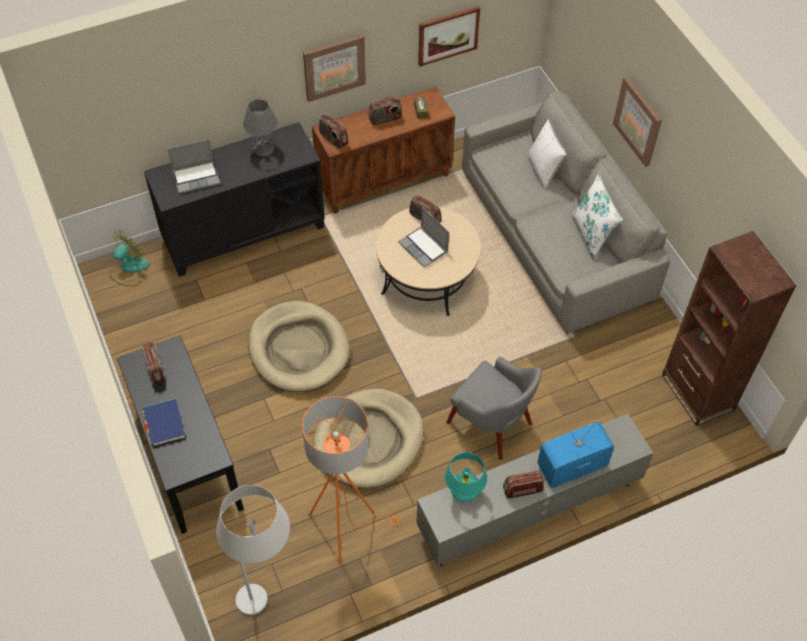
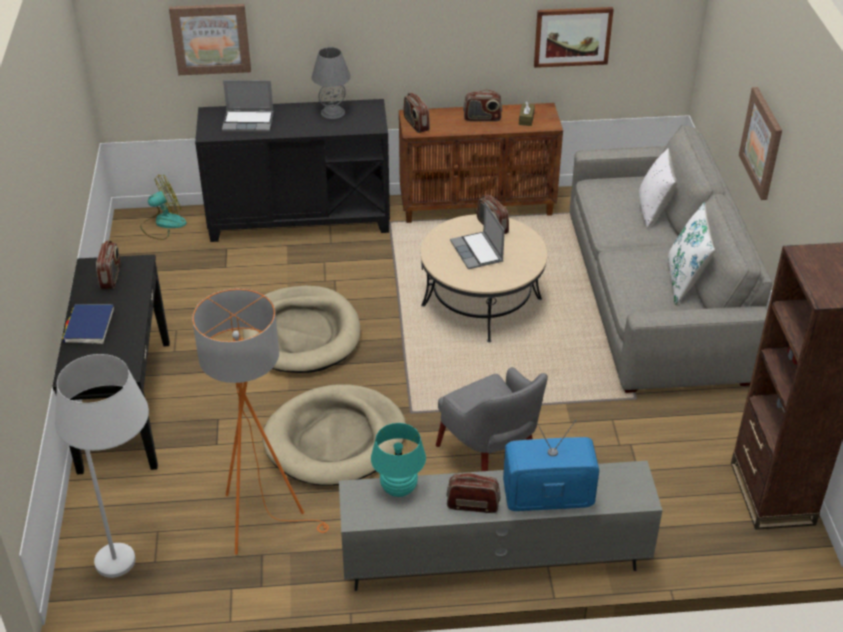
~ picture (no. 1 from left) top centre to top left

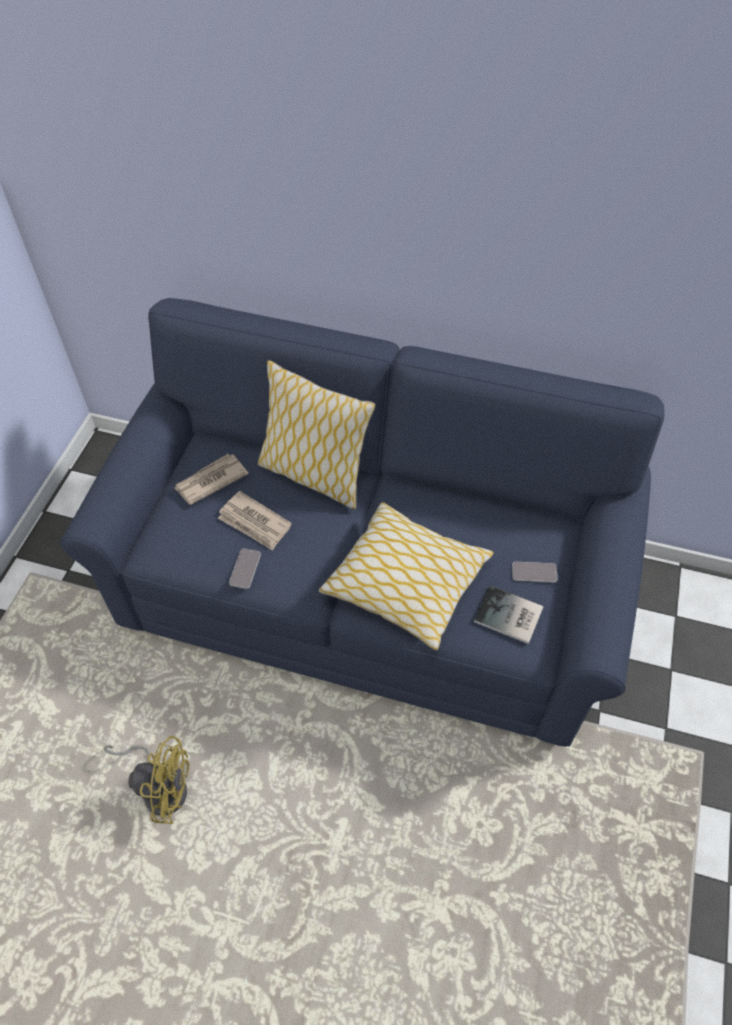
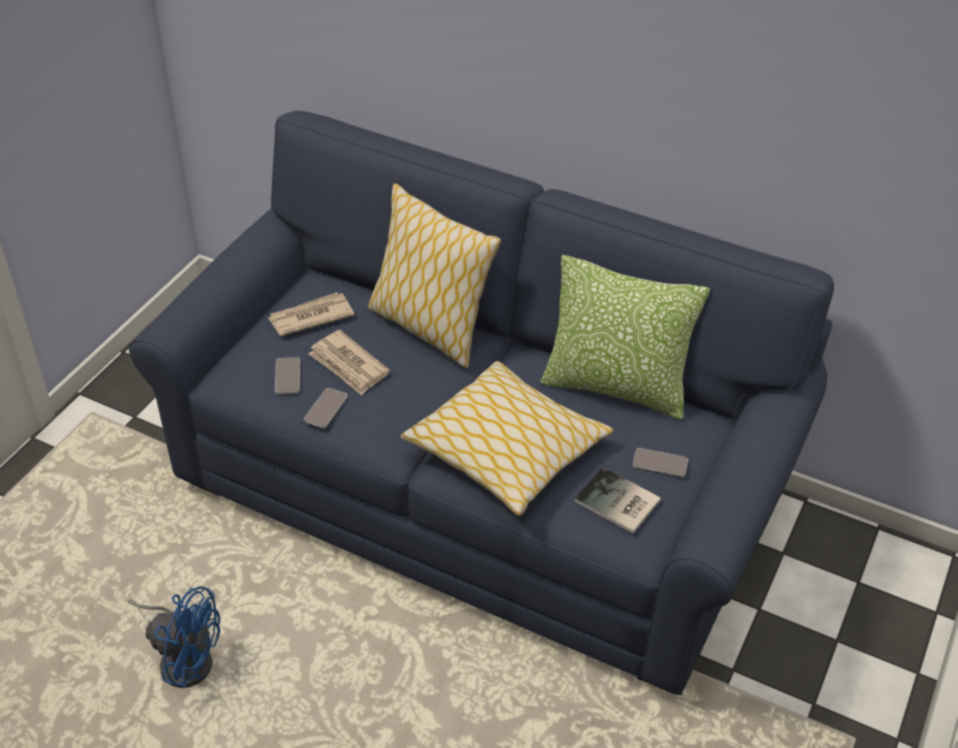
~ yellow fan bottom left to blue fan bottom left
+ phone (no. 1 from left) middle left
+ pillow (no. 3 from left) centre

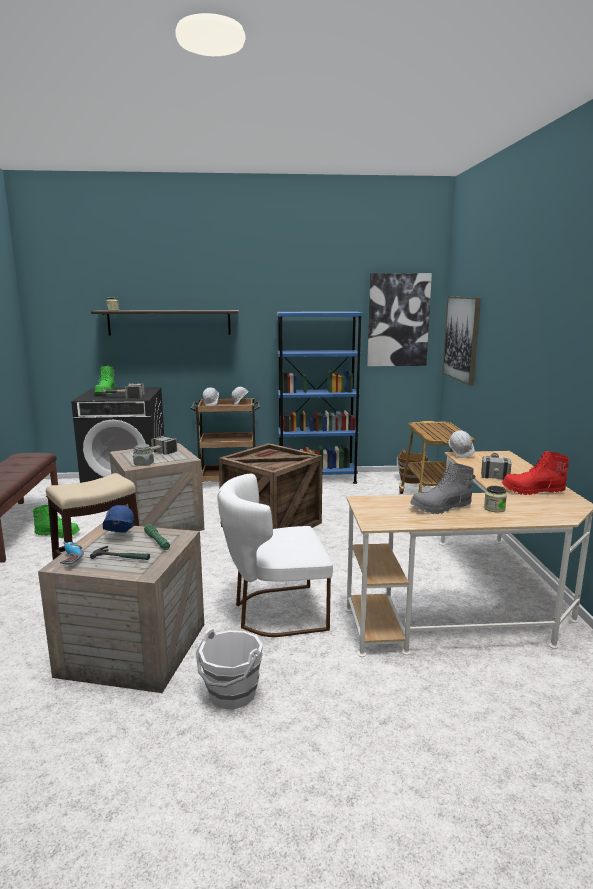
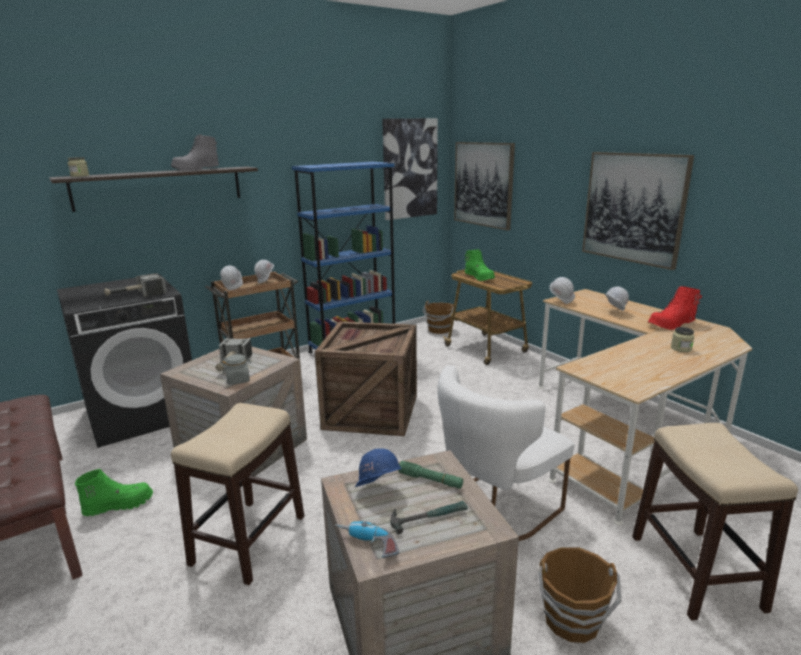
~ green boot (no. 2 from left) middle left to centre
~ white bucket bottom centre to brown bucket (no. 2 from left) bottom right
~ grey boot middle right to top left
~ hammer (no. 4 from left) middle right to white hard hat (no. 4 from left) middle right
+ picture (no. 3 from left) top right
+ stool (no. 2 from left) bottom right

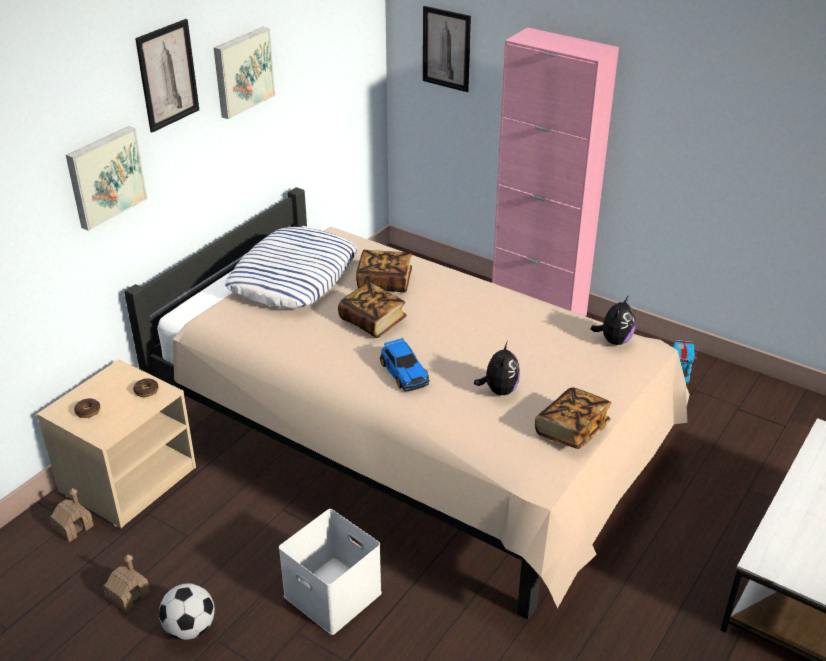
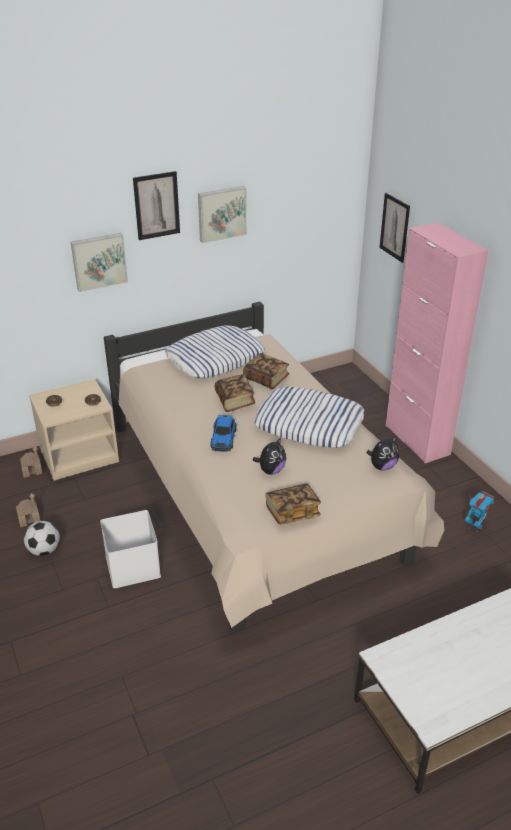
+ pillow (no. 2 from left) centre

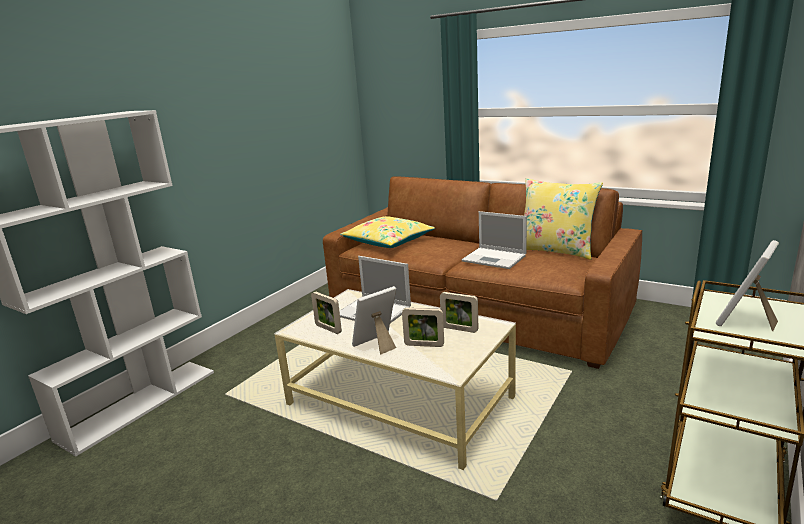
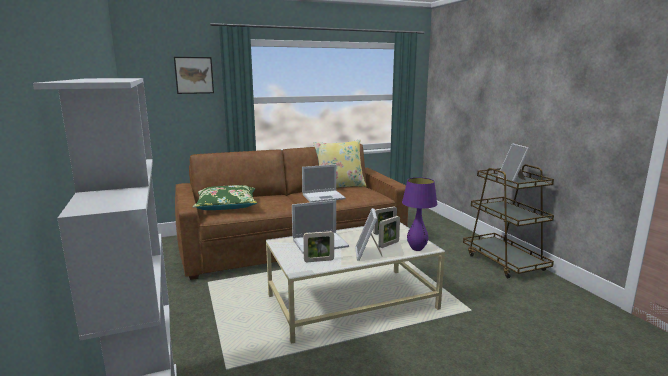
~ yellow pillow (no. 1 from left) centre to green pillow centre
+ picture top left
+ purple table lamp centre

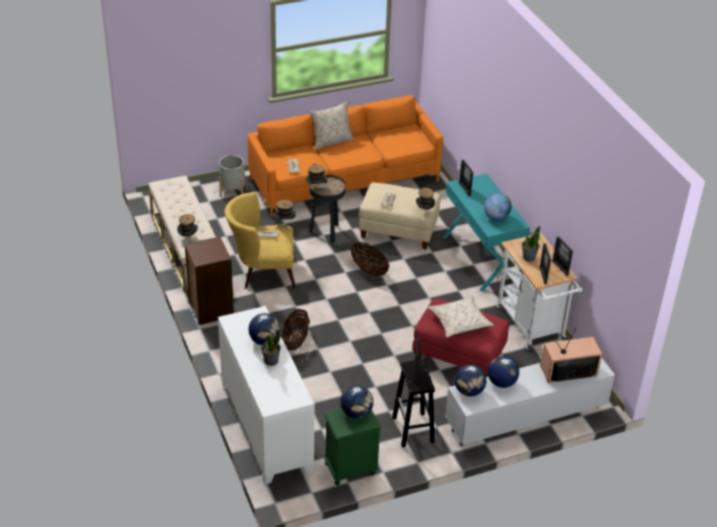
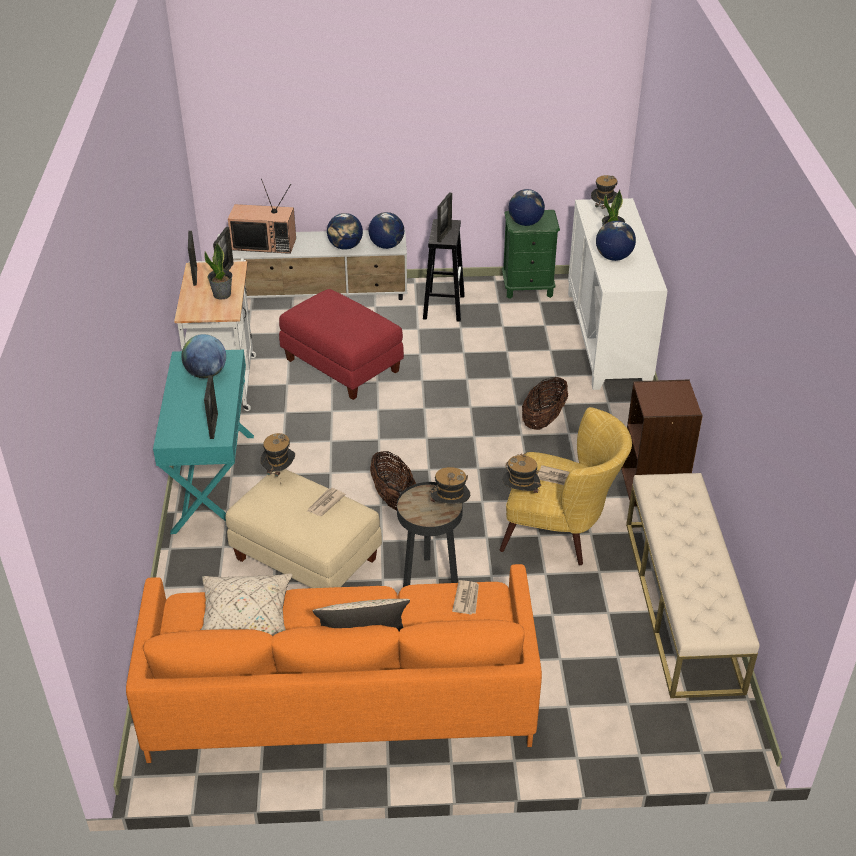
~ hat (no. 1 from left in the first image) middle left to hat (no. 4 from left) top right
- grey planter middle left
~ beige pillow (no. 2 from left in the first image) centre to beige pillow (no. 1 from left) bottom left

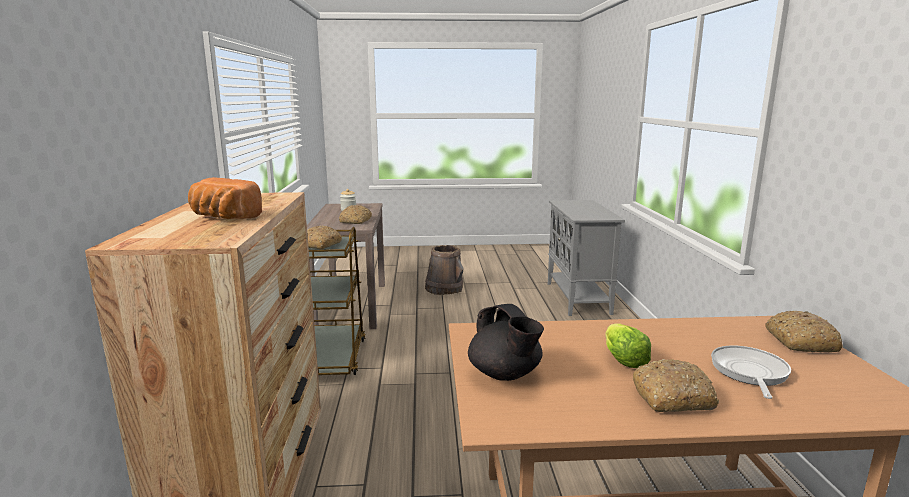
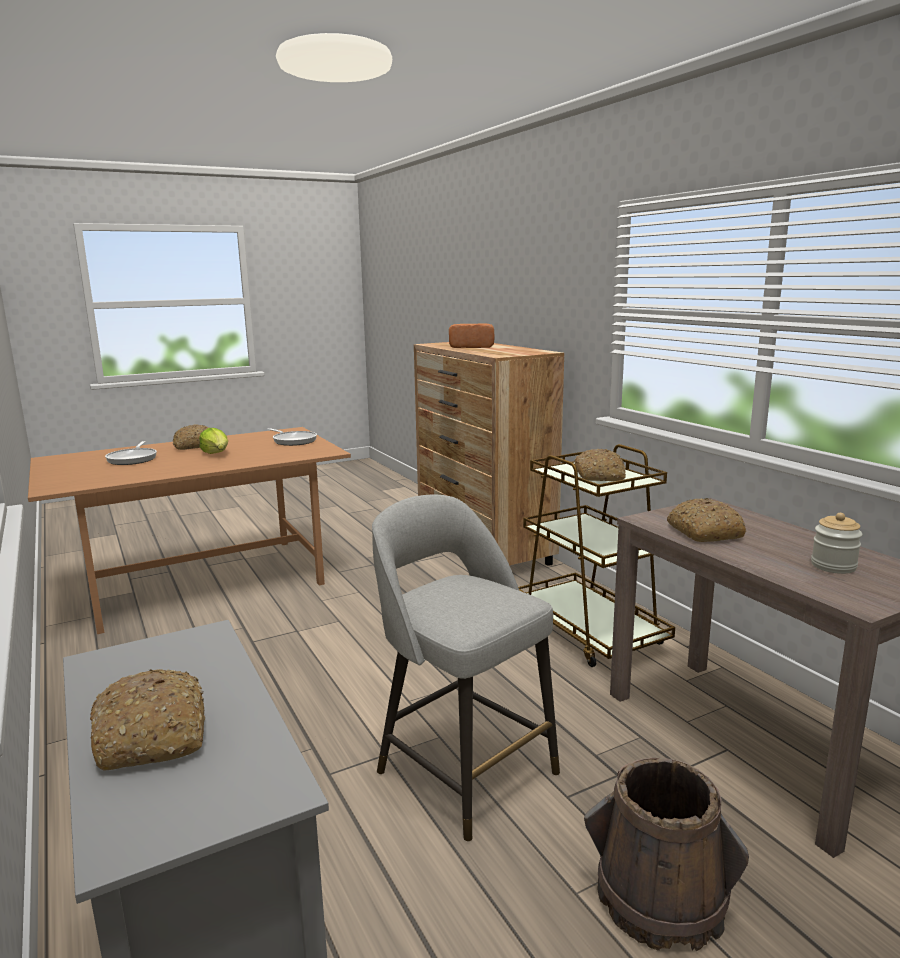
~ black teapot bottom centre to frying pan (no. 2 from left) middle left
~ bread (no. 5 from left in the first image) middle right to bread (no. 1 from left) bottom left
+ grey stool bottom centre

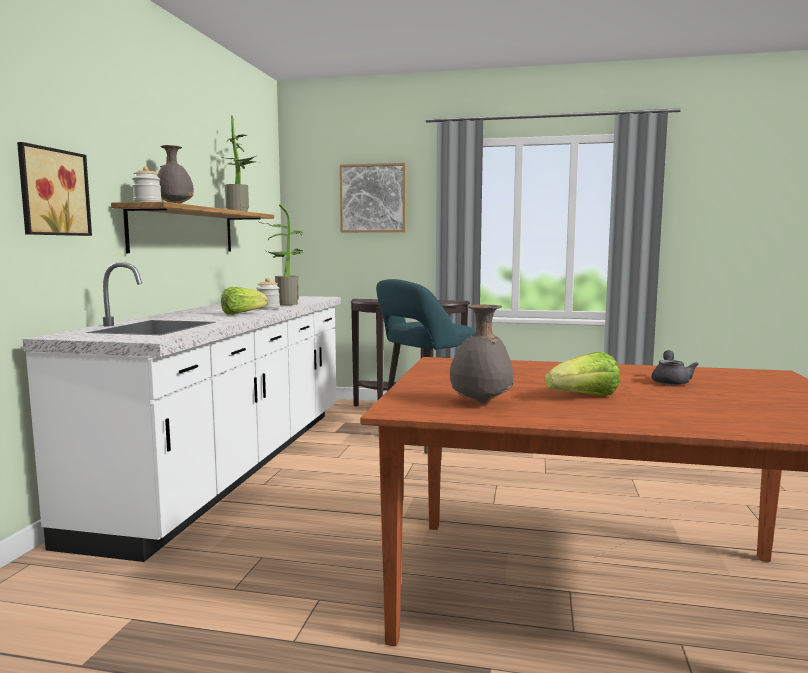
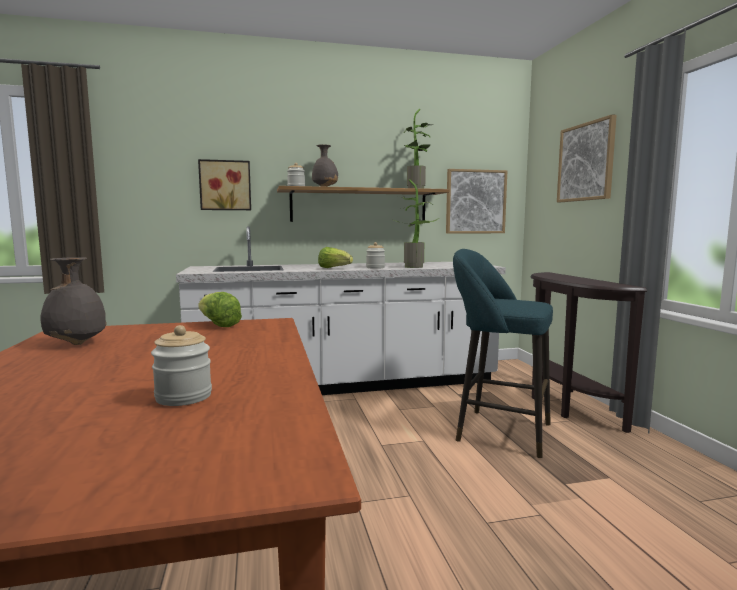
~ lettuce (no. 2 from left in the first image) middle right to lettuce (no. 1 from left) middle left
~ grey teapot middle right to jar (no. 1 from left) middle left
+ picture (no. 2 from left) centre

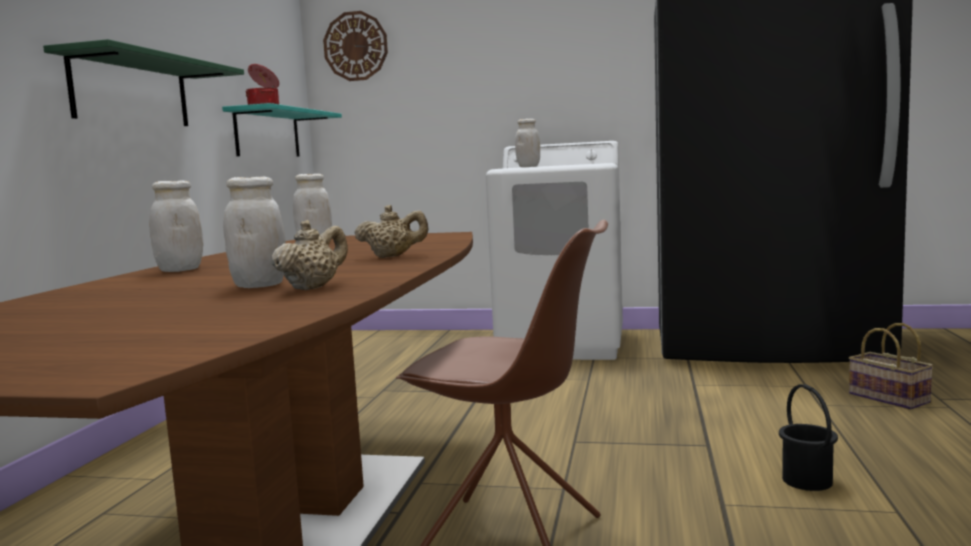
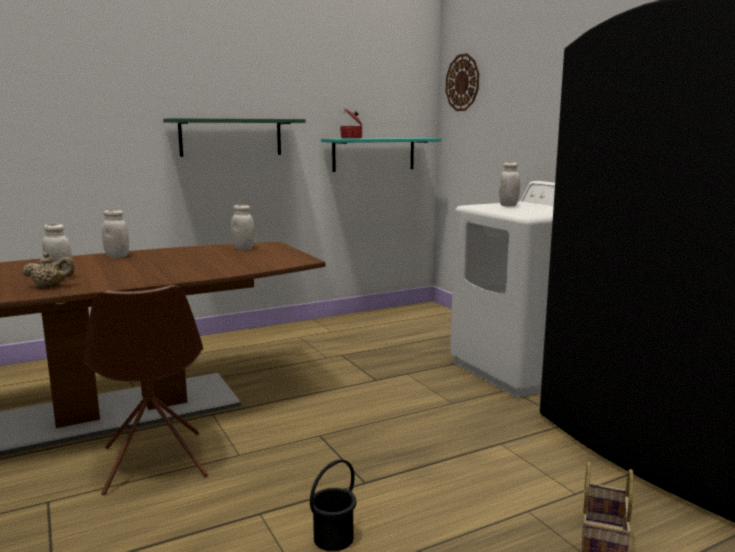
- beige teapot (no. 2 from left) centre

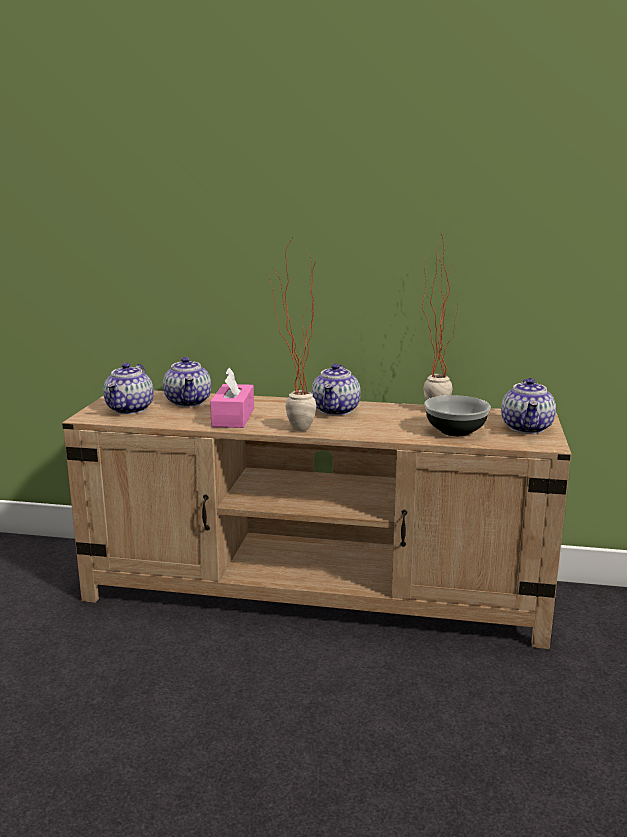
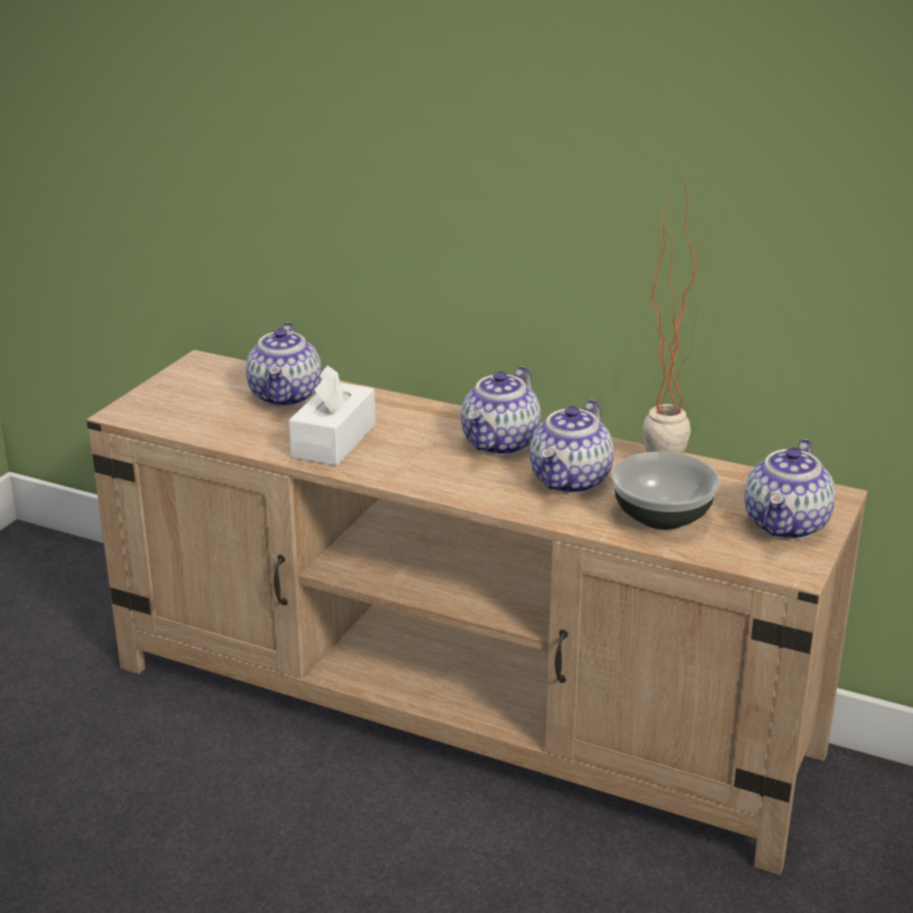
~ teapot (no. 1 from left in the first image) middle left to teapot (no. 3 from left) centre
~ pink tissue box centre to white tissue box centre
- potted plant (no. 1 from left) centre

